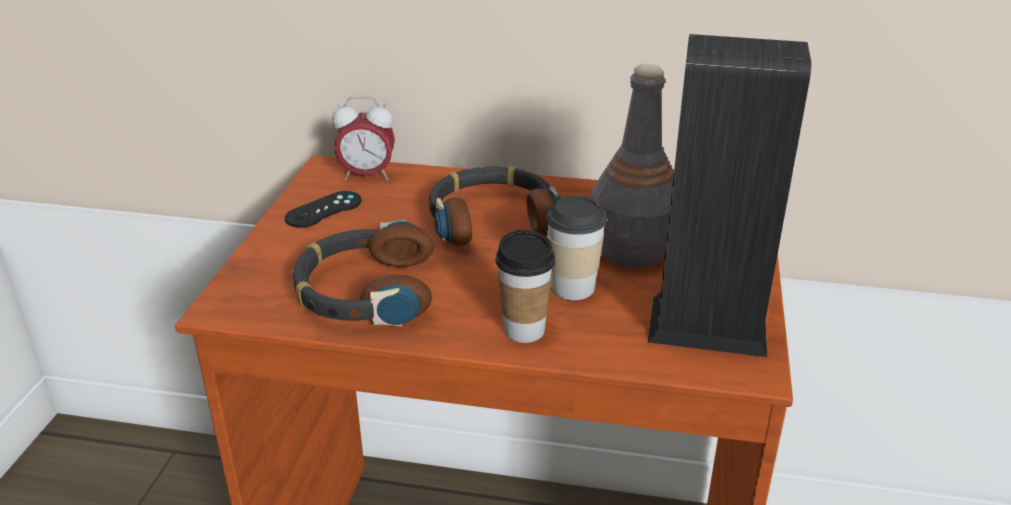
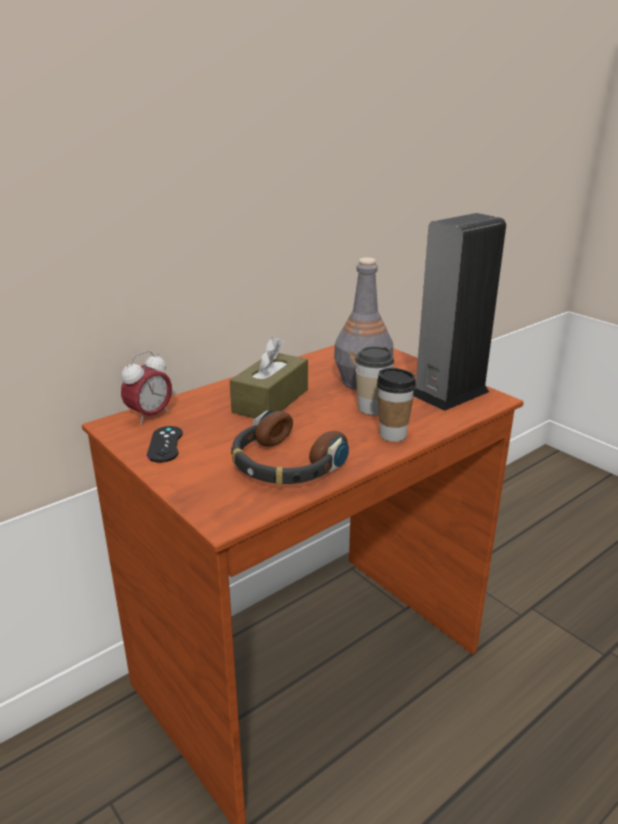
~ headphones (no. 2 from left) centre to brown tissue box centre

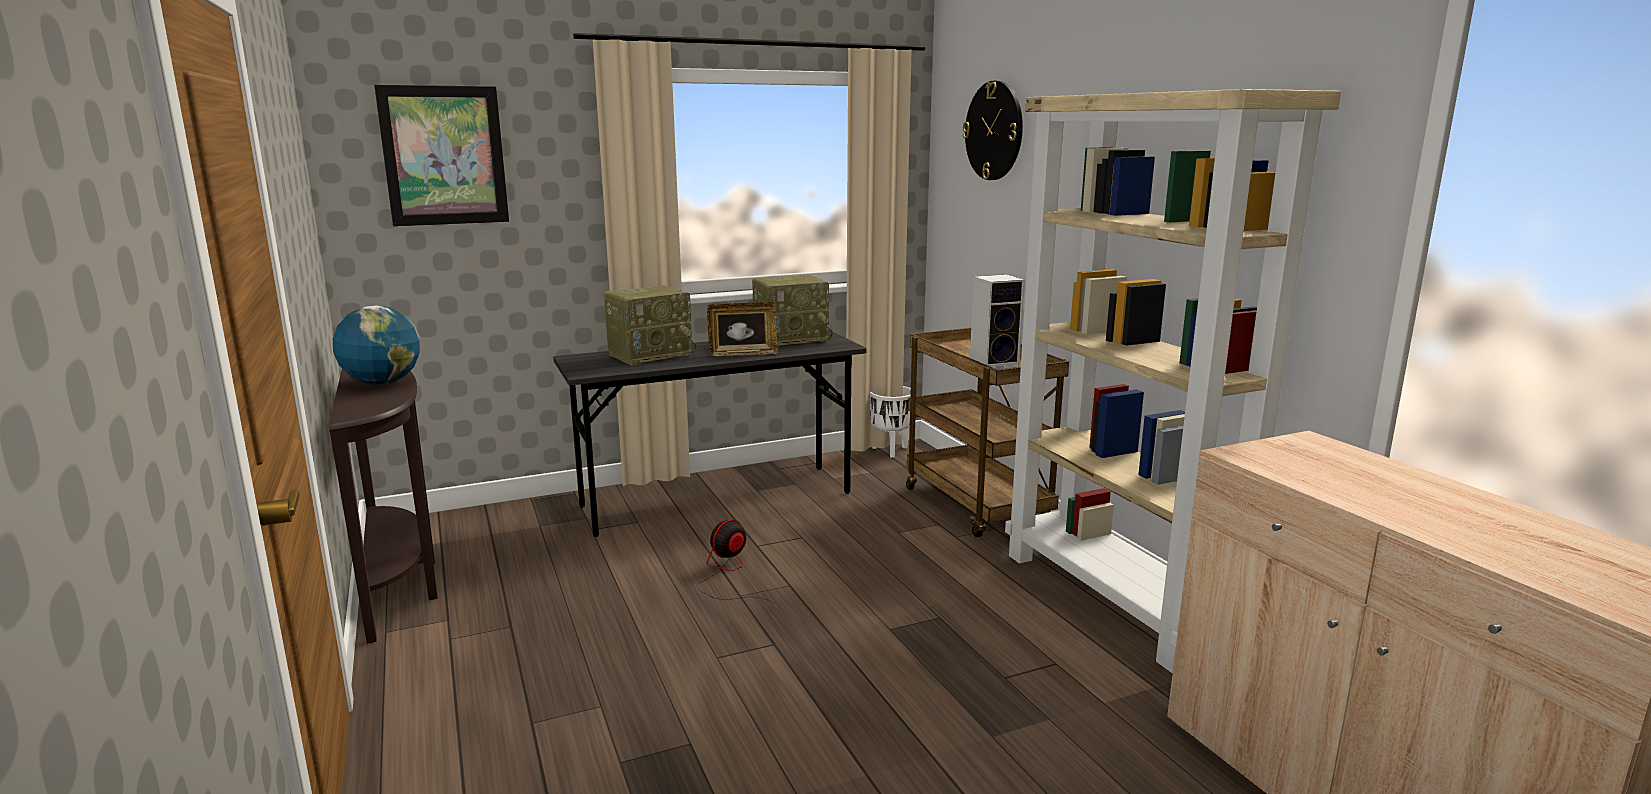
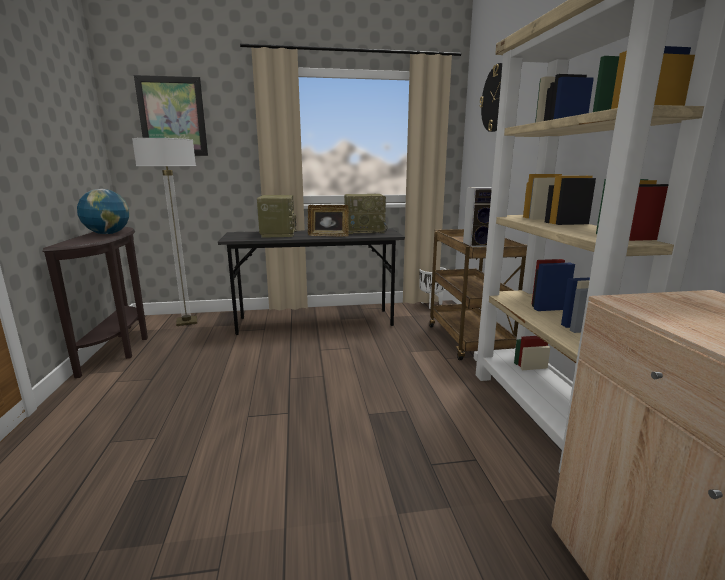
~ radio (no. 1 from left) centre = centre 75 degrees counterclockwise
- fan bottom centre
+ floor lamp middle left

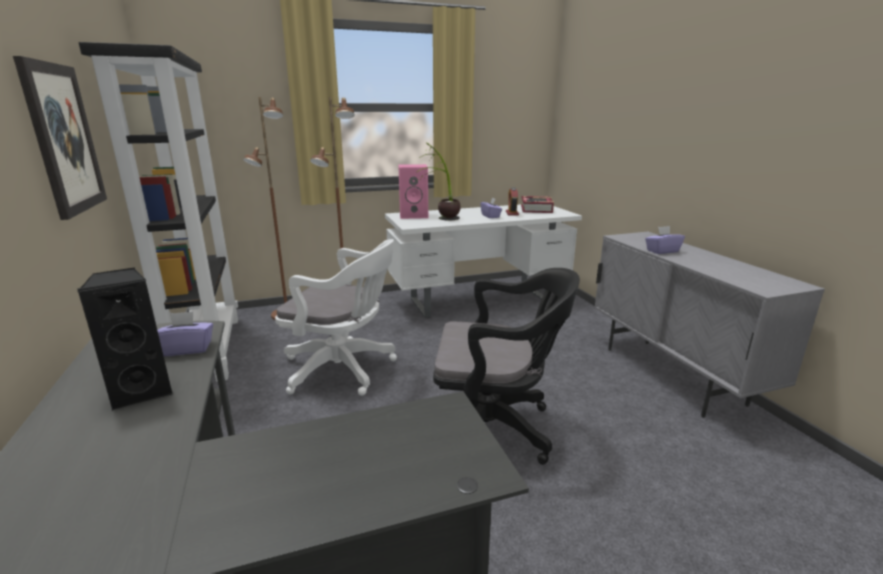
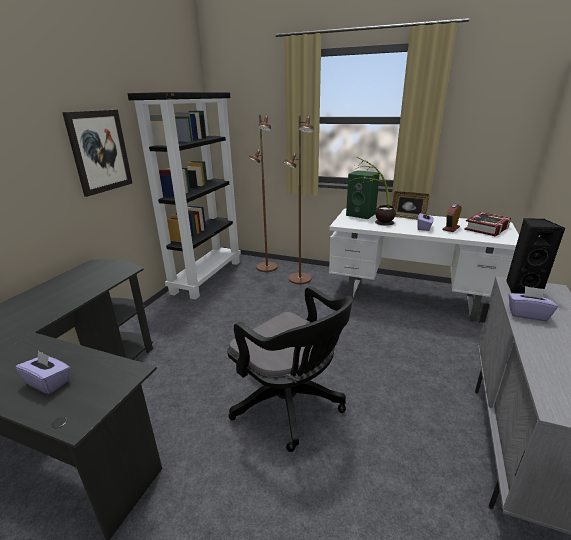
~ black speaker middle left to middle right
~ purple tissue box (no. 1 from left) middle left to bottom left
- white office chair centre
~ pink speaker top centre to green speaker centre
+ picture frame middle right

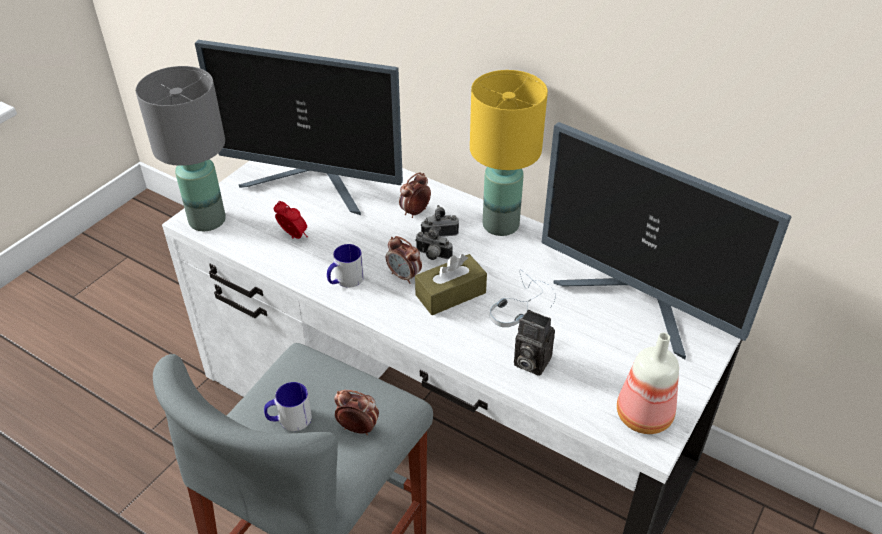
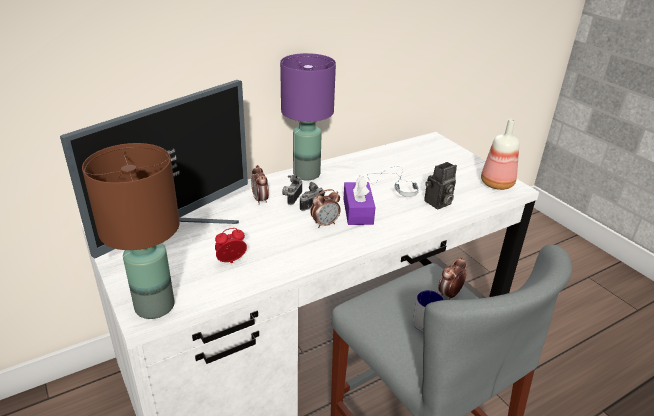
~ grey table lamp top left to brown table lamp middle left
- mug (no. 2 from left) centre
~ brown tissue box centre to purple tissue box centre
~ yellow table lamp top centre to purple table lamp top centre
- monitor (no. 2 from left) middle right

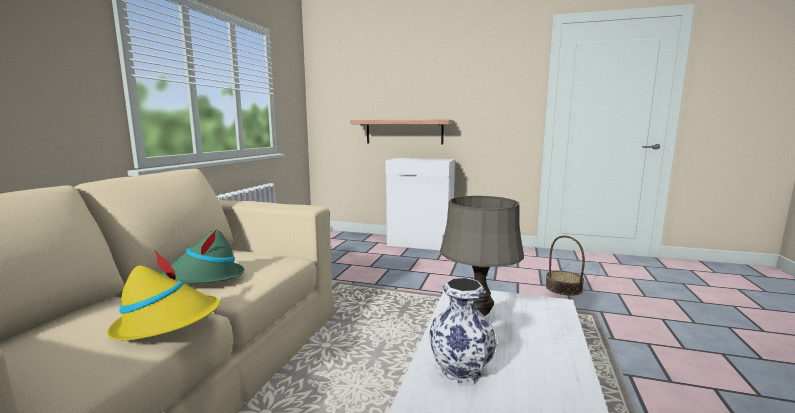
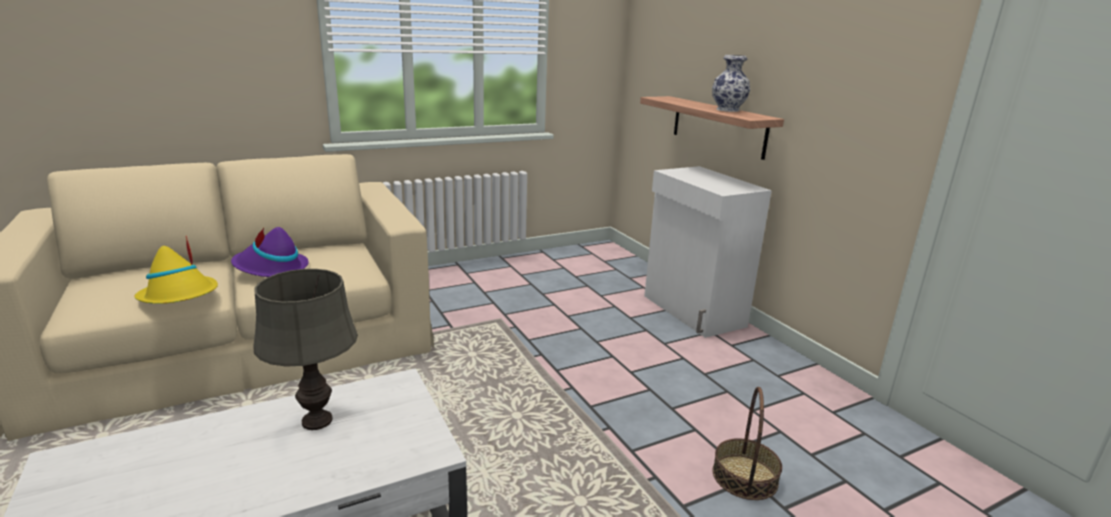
~ green hat middle left to purple hat middle left
~ vase bottom centre to top centre

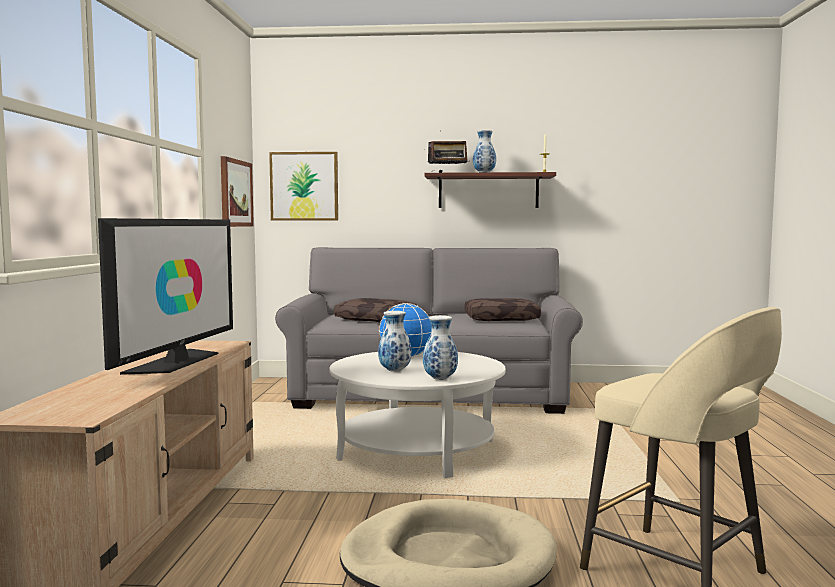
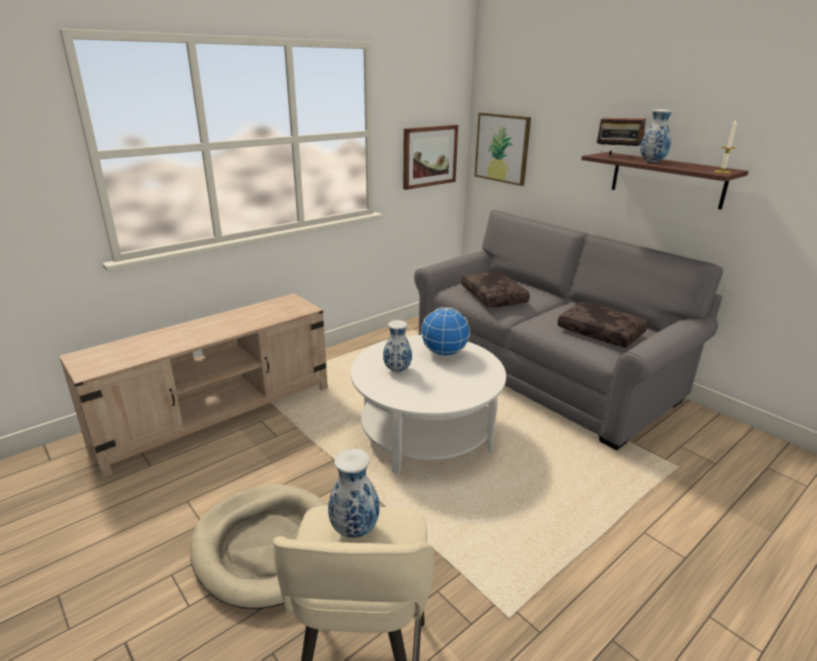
- television middle left
~ vase (no. 2 from left in the first image) centre to vase (no. 1 from left) bottom centre

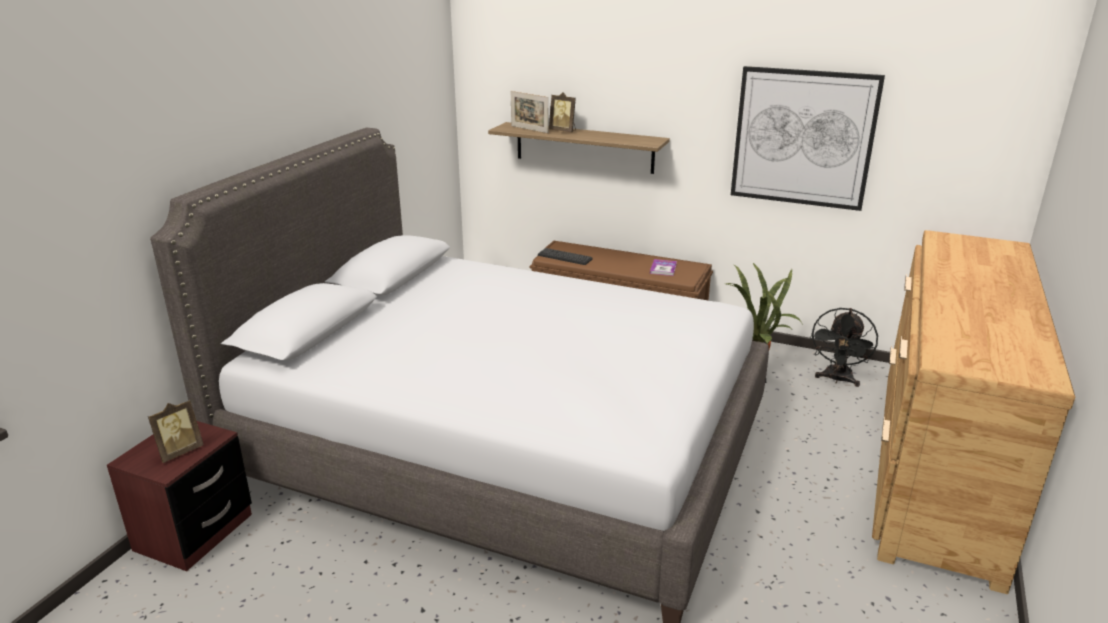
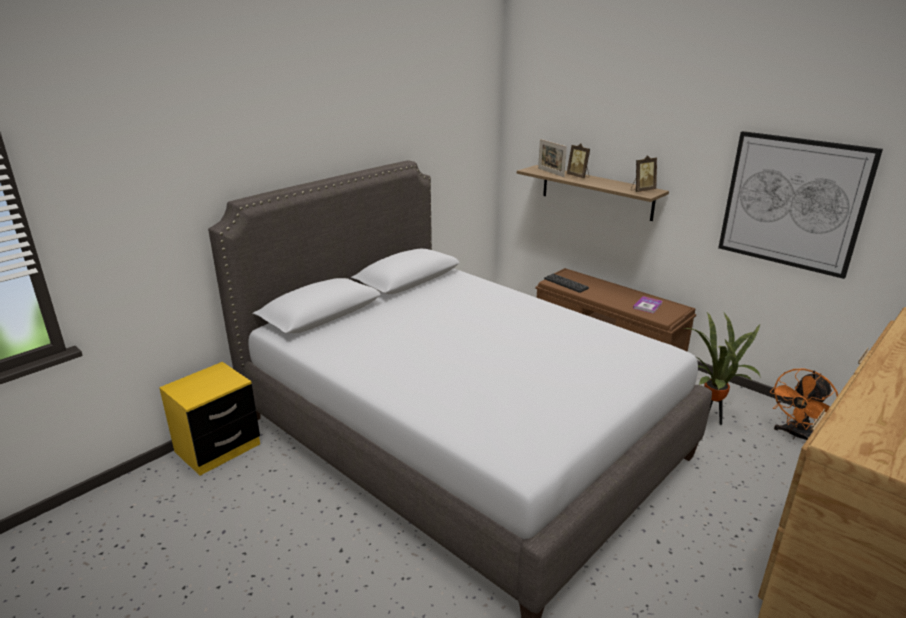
~ brown nightstand bottom left to yellow nightstand bottom left
~ picture frame (no. 1 from left in the first image) bottom left to picture frame (no. 3 from left) top right
~ black fan middle right to orange fan middle right

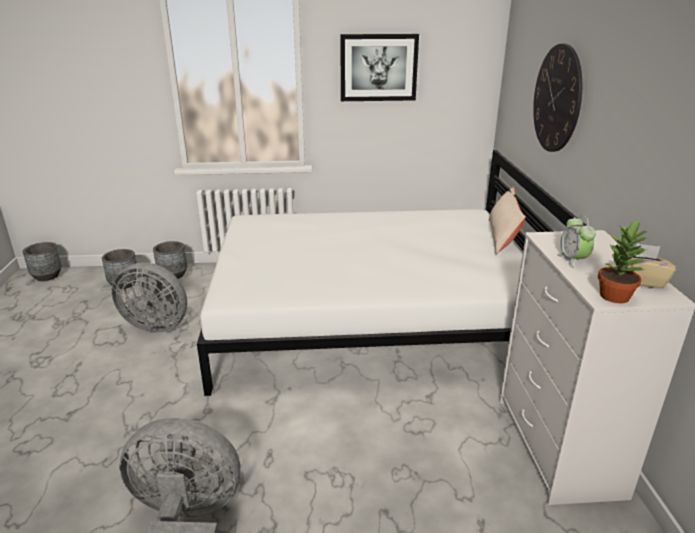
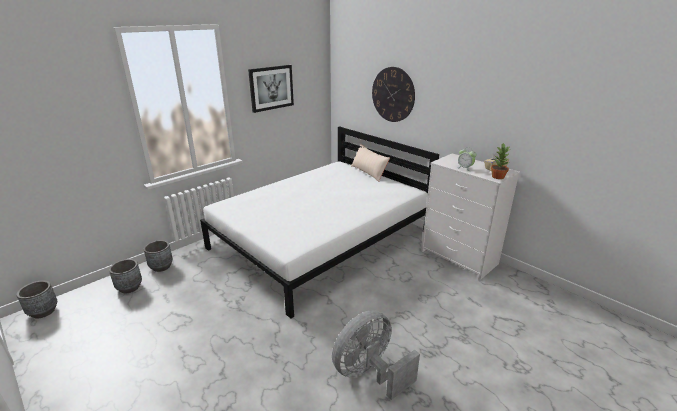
- grey fan (no. 1 from left) middle left

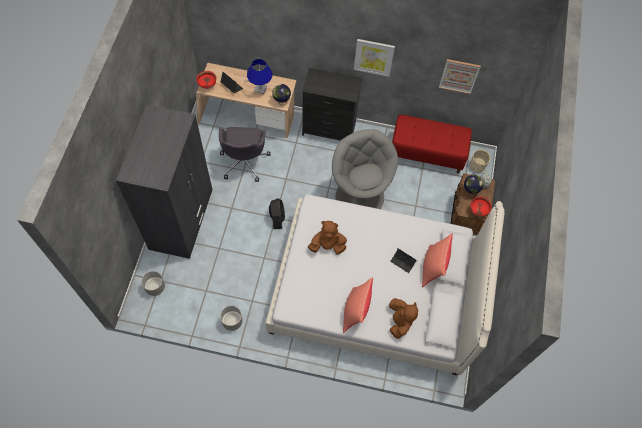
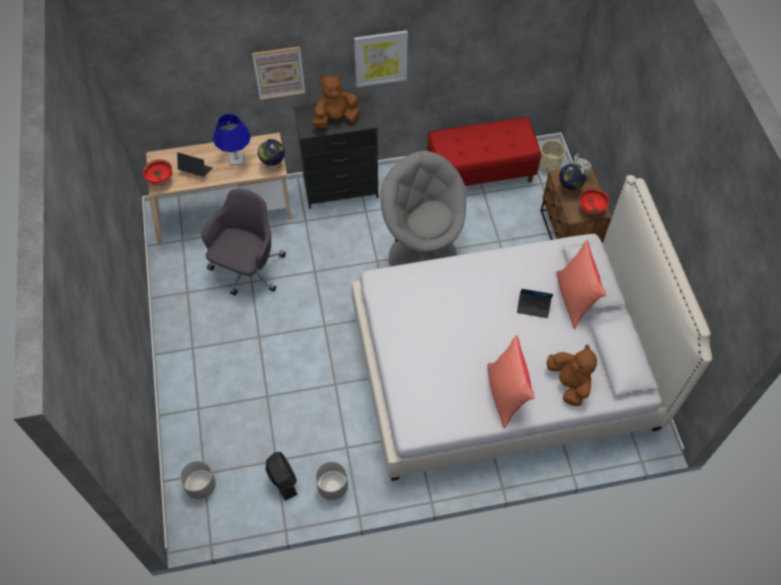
- grey wardrobe middle left
~ grey office chair centre = middle left 135 degrees counterclockwise
~ black fan centre to bottom centre
~ brown plush toy (no. 1 from left) centre to top centre
~ picture (no. 2 from left in the first image) top right to picture (no. 1 from left) top centre

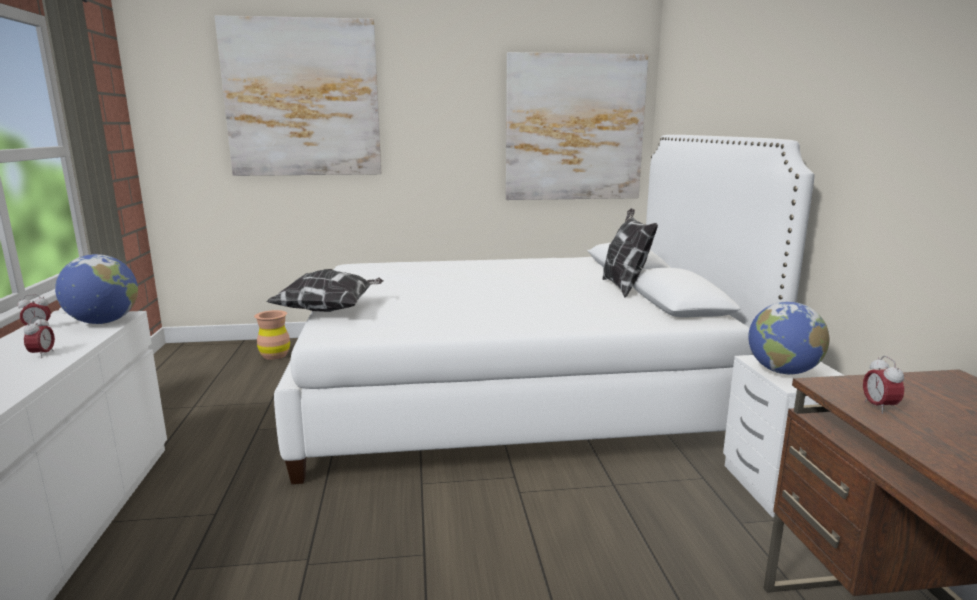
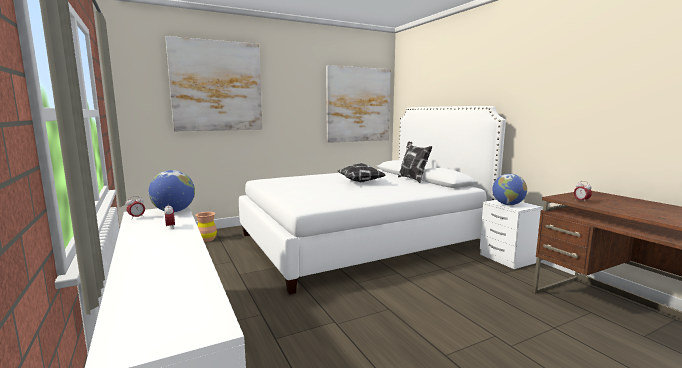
~ pillow (no. 1 from left) middle left to centre

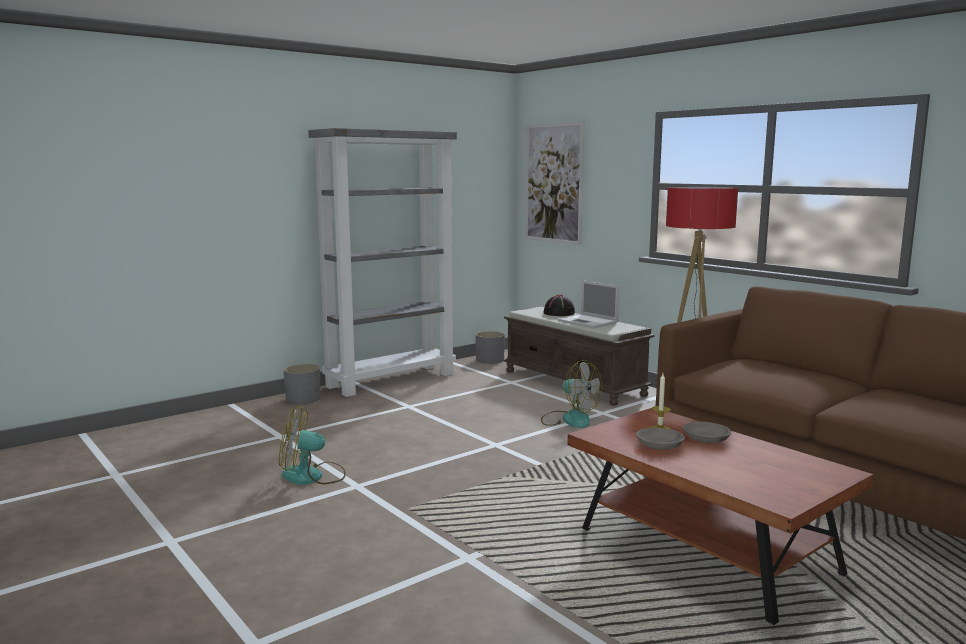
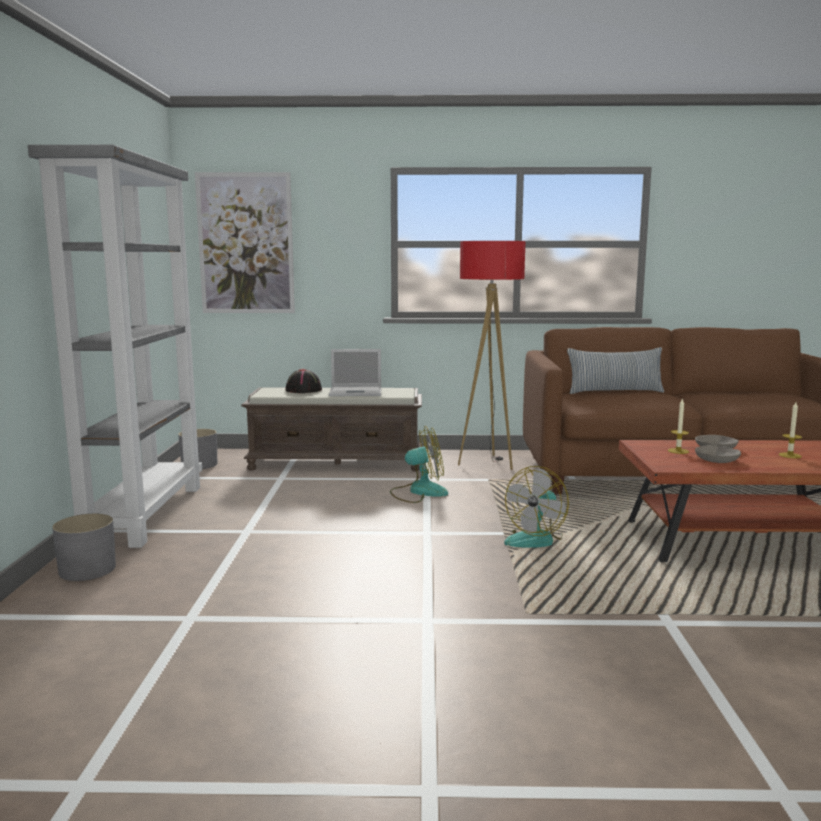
~ fan (no. 1 from left in the first image) bottom left to fan (no. 2 from left) centre
+ pillow middle right
+ candle (no. 2 from left) middle right

